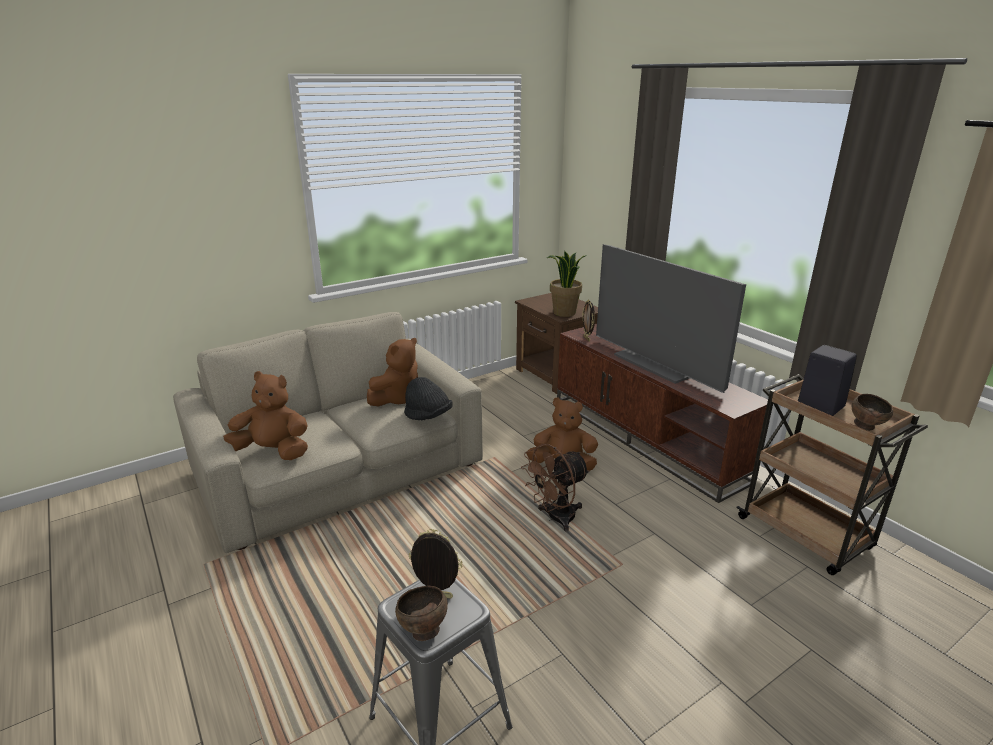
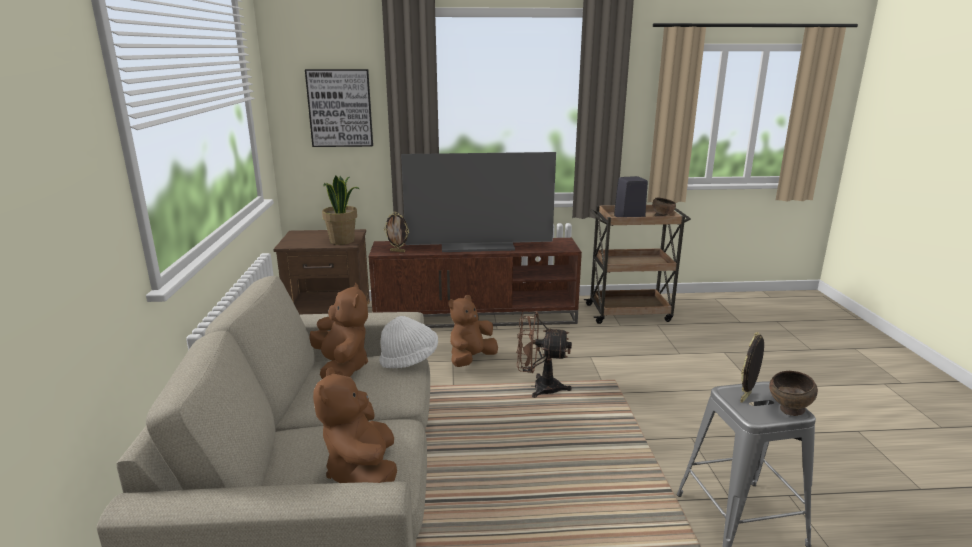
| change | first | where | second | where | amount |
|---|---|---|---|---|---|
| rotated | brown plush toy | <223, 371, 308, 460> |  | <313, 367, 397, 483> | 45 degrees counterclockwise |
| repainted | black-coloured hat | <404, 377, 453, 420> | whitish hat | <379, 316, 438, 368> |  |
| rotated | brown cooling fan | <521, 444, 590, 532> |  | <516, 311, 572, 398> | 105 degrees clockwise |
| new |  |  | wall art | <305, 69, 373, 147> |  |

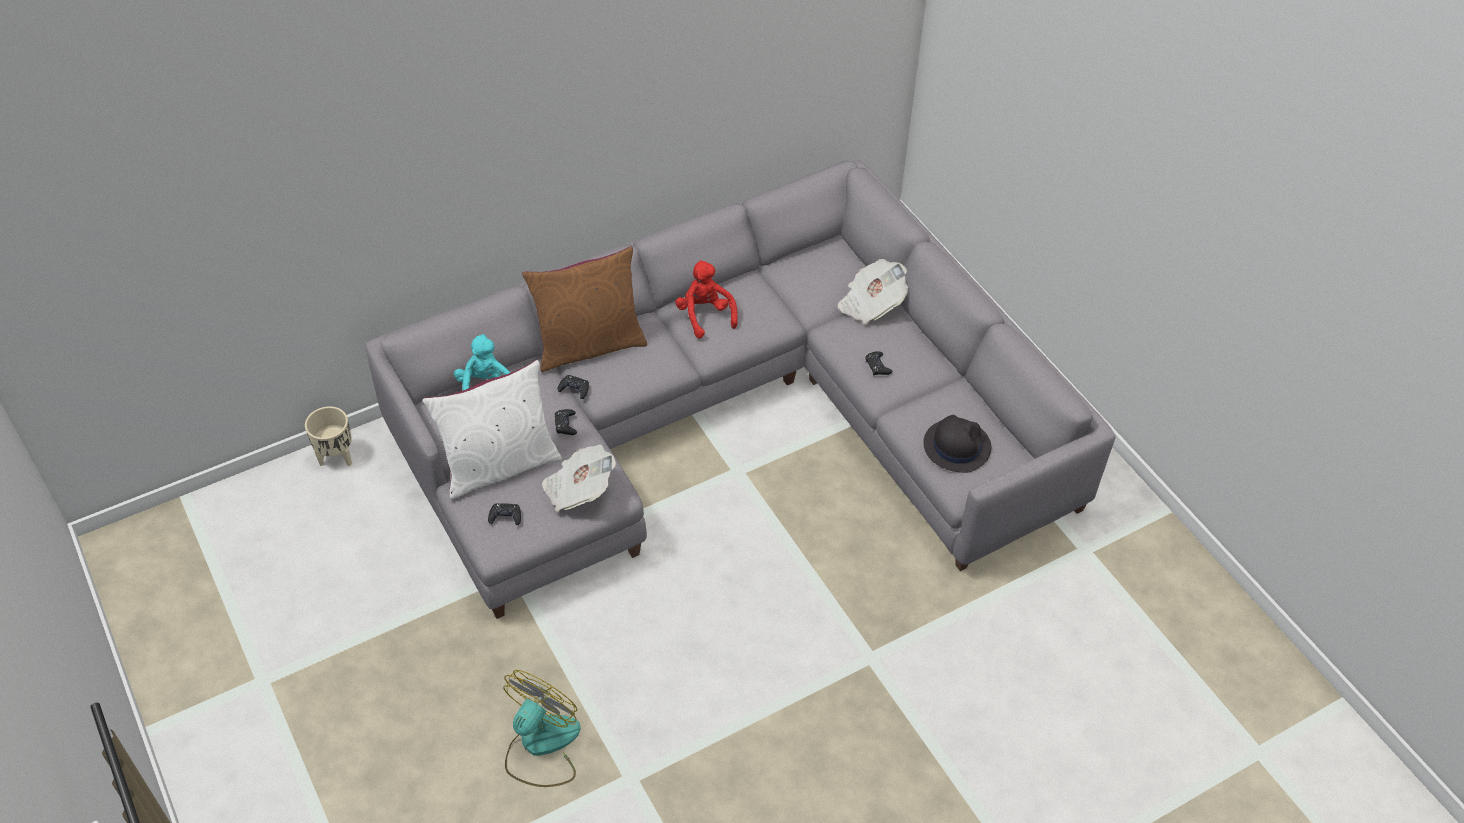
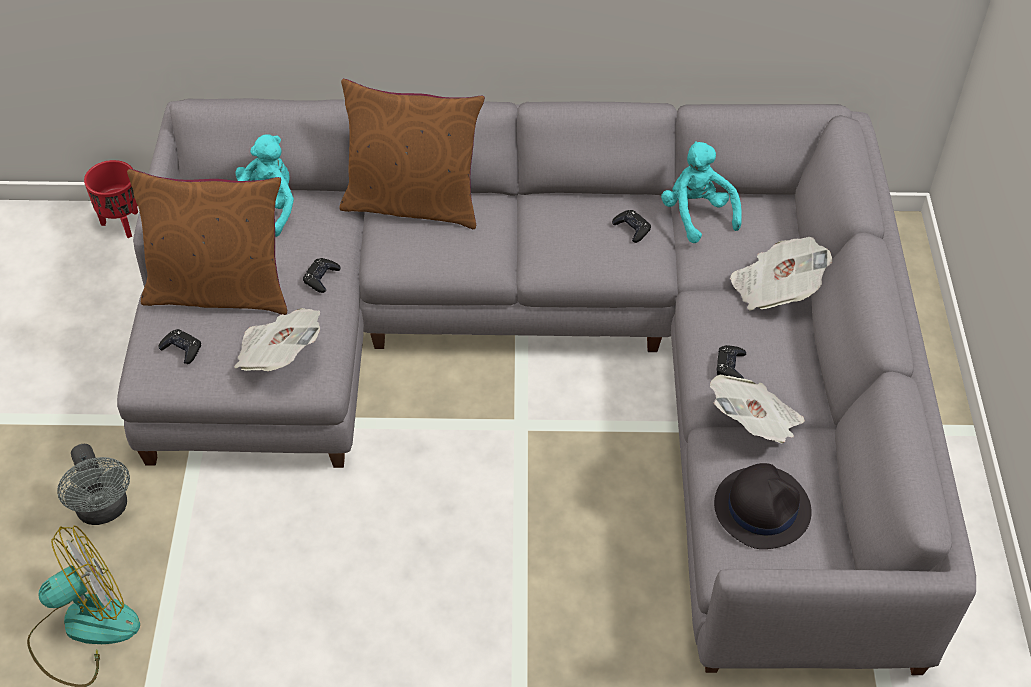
| change | first | where | second | where | amount |
|---|---|---|---|---|---|
| repainted | beige planter | <305, 406, 352, 466> | red-coloured planter | <84, 160, 138, 238> |  |
| repainted | whitish throw pillow | <422, 360, 562, 499> | brown throw pillow | <127, 169, 287, 315> |  |
| shifted | black-coloured joypad | <557, 375, 589, 399> |  | <612, 210, 651, 243> |  |
| gone | red-coloured plush toy | <675, 260, 738, 338> |  |  |  |
| new |  |  | gray cooling fan | <57, 444, 130, 525> |  |
| new |  |  | turquoise-coloured plush toy | <661, 141, 742, 243> |  |
| new |  |  | printed paper | <710, 375, 805, 444> |  |

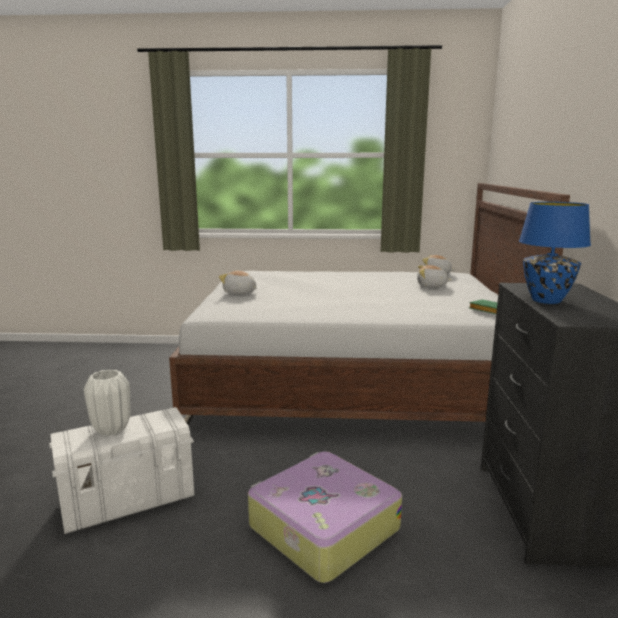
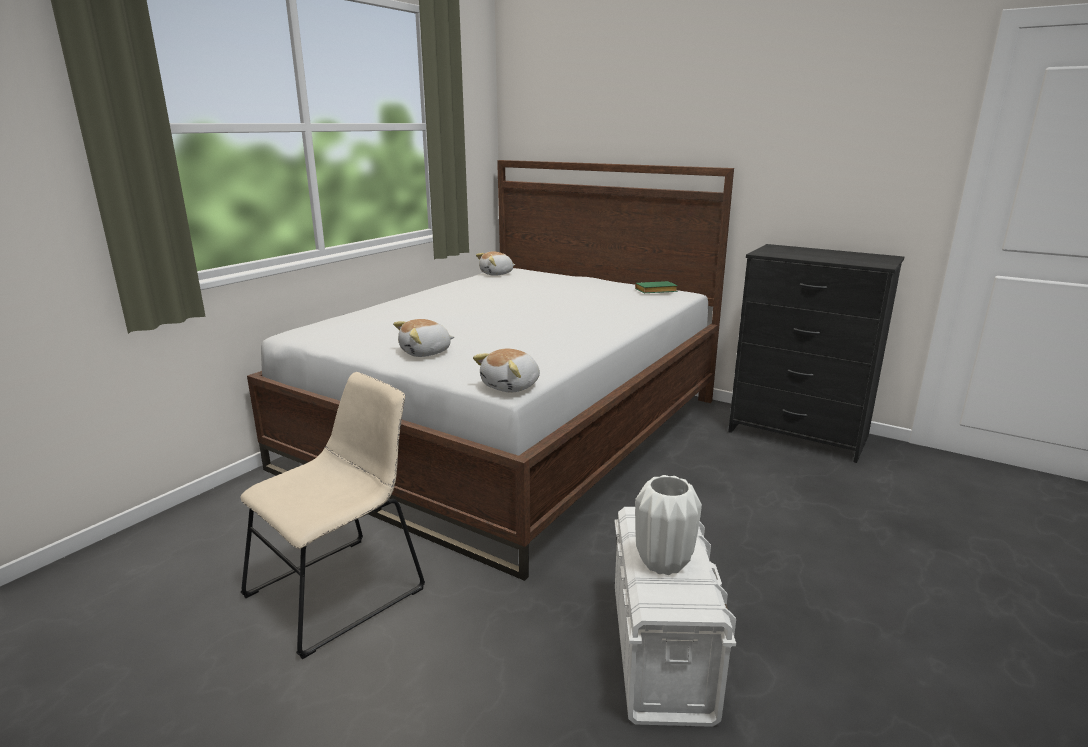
| change | first | where | second | where | amount |
|---|---|---|---|---|---|
| gone | suitcase | <248, 451, 402, 583> |  |  |  |
| shifted | plush toy | <417, 265, 452, 287> |  | <473, 349, 540, 393> |  |
| gone | bluish lamp for a table | <519, 202, 591, 304> |  |  |  |
| new |  |  | beige upright chair | <240, 372, 425, 659> |  |

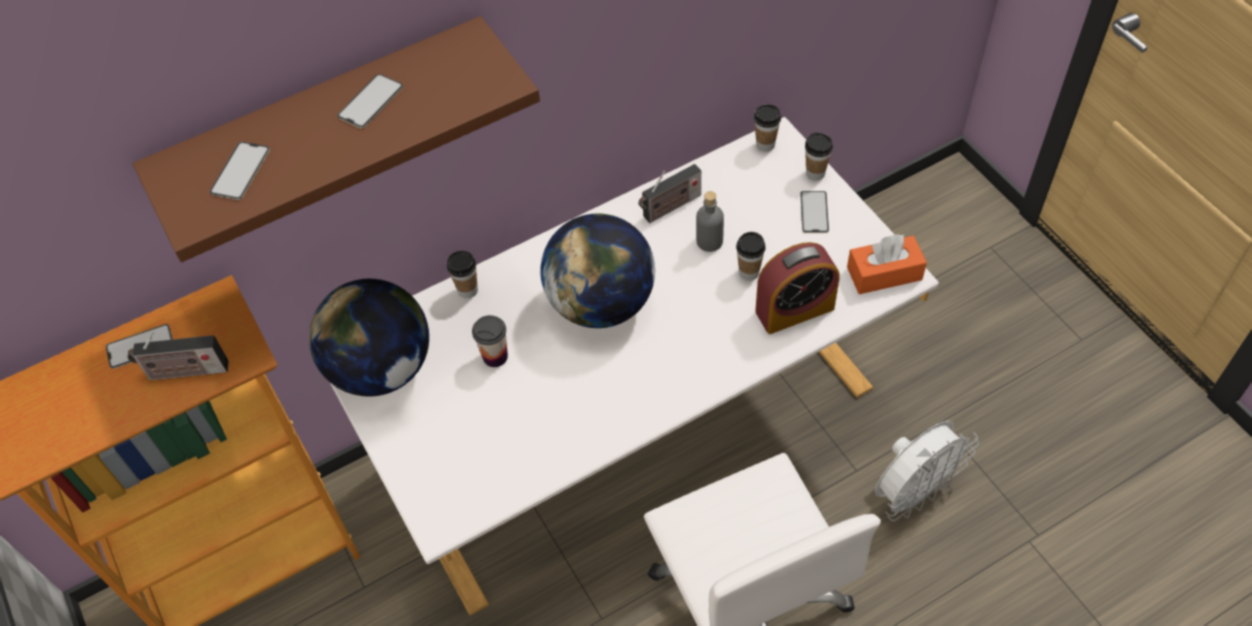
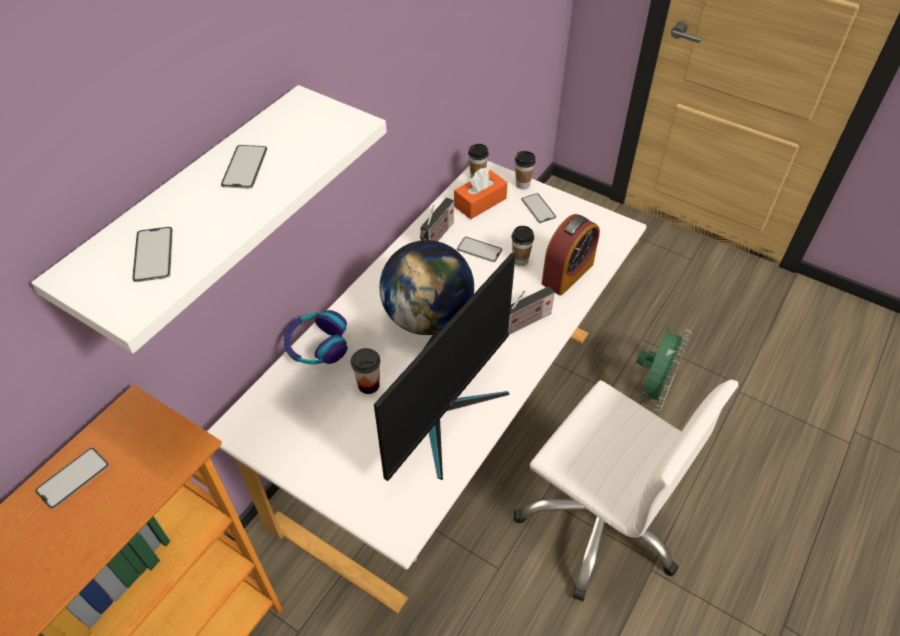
| change | first | where | second | where | amount |
|---|---|---|---|---|---|
| shifted | radio | <127, 331, 229, 380> |  | <508, 286, 555, 335> |  |
| repainted | brown shelf | <133, 16, 540, 262> | whitish shelf | <31, 85, 387, 353> |  |
| gone | desk globe | <309, 279, 429, 397> |  |  |  |
| swapped | small cup | <447, 251, 478, 299> | headphones | <284, 310, 347, 364> |  |
| swapped | gray bottle | <696, 191, 724, 252> | phone | <457, 237, 502, 262> |  |
| shifted | orange-coloured box of tissues | <847, 234, 927, 294> |  | <454, 168, 508, 219> |  |
| repainted | whitish cooling fan | <875, 421, 979, 521> | greenish cooling fan | <636, 327, 691, 411> |  |
| new |  |  | computer display | <374, 253, 515, 481> |  |

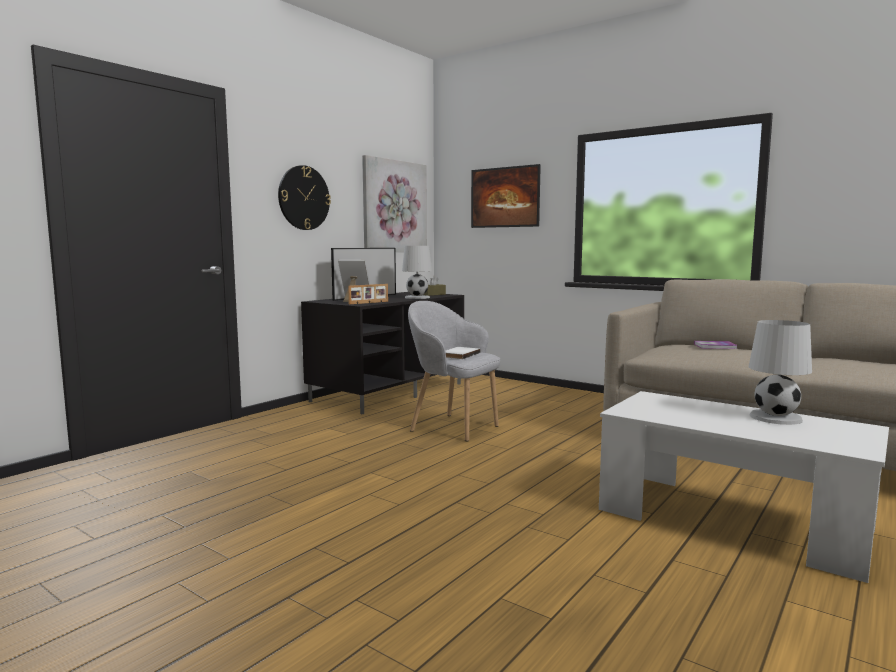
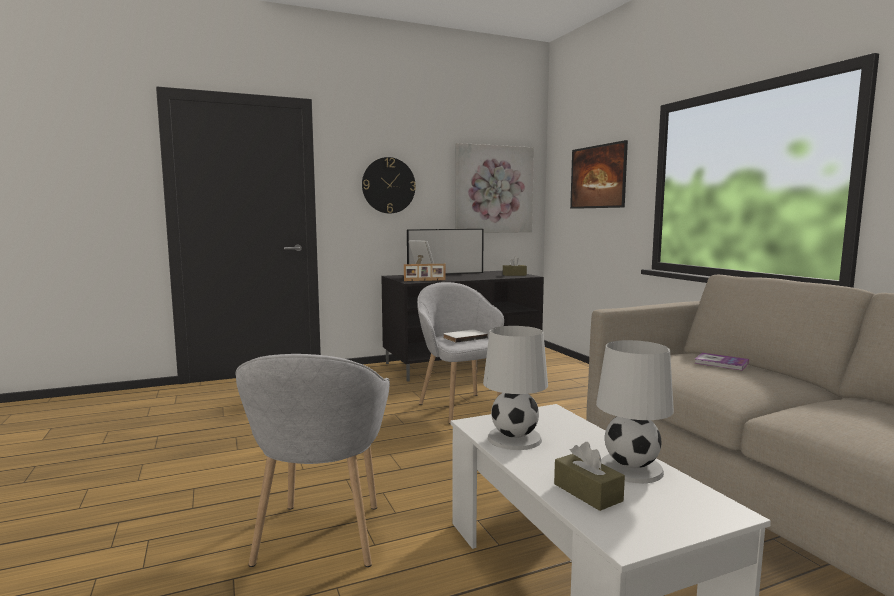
| change | first | where | second | where | amount |
|---|---|---|---|---|---|
| shifted | whitish lamp for a table | <402, 246, 432, 299> |  | <483, 326, 548, 450> |  |
| new |  |  | gray easy chair | <236, 354, 390, 567> |  |
| new |  |  | brown box of tissues | <554, 442, 625, 511> |  |

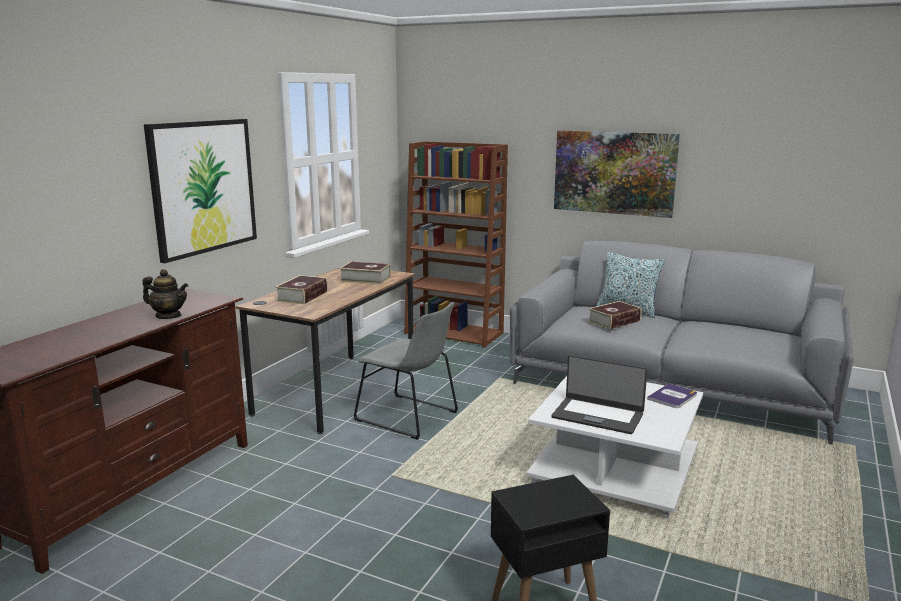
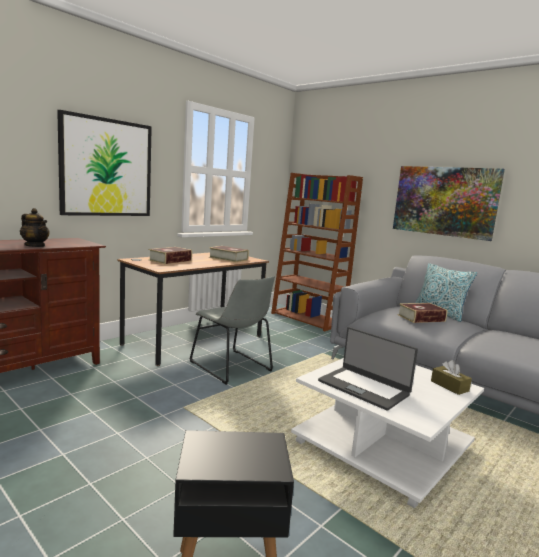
| change | first | where | second | where | amount |
|---|---|---|---|---|---|
| swapped | volume | <647, 383, 697, 408> | brown box of tissues | <431, 360, 472, 395> |  |

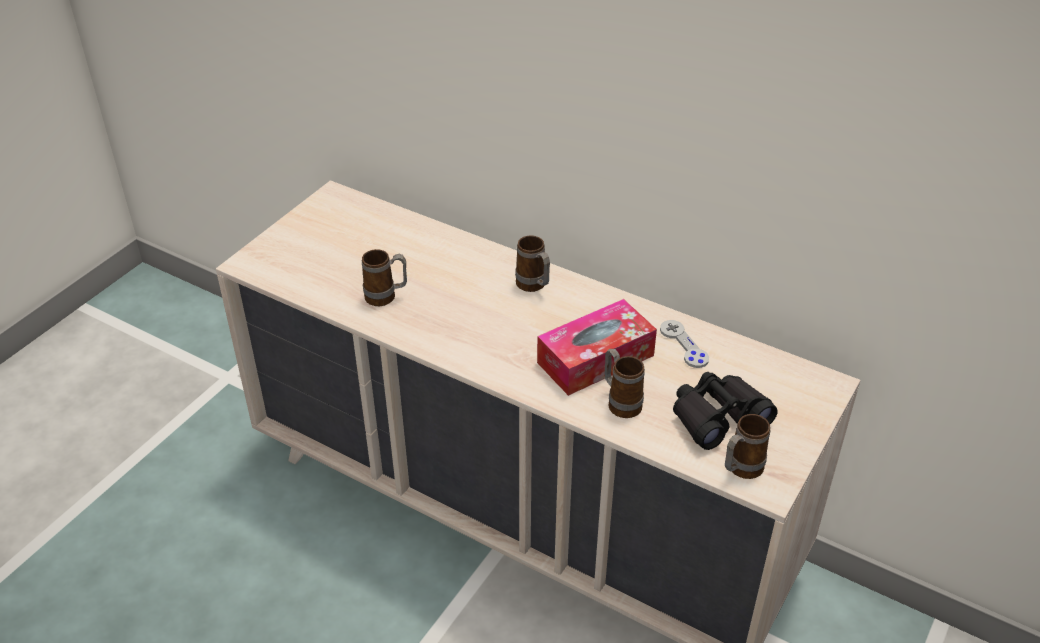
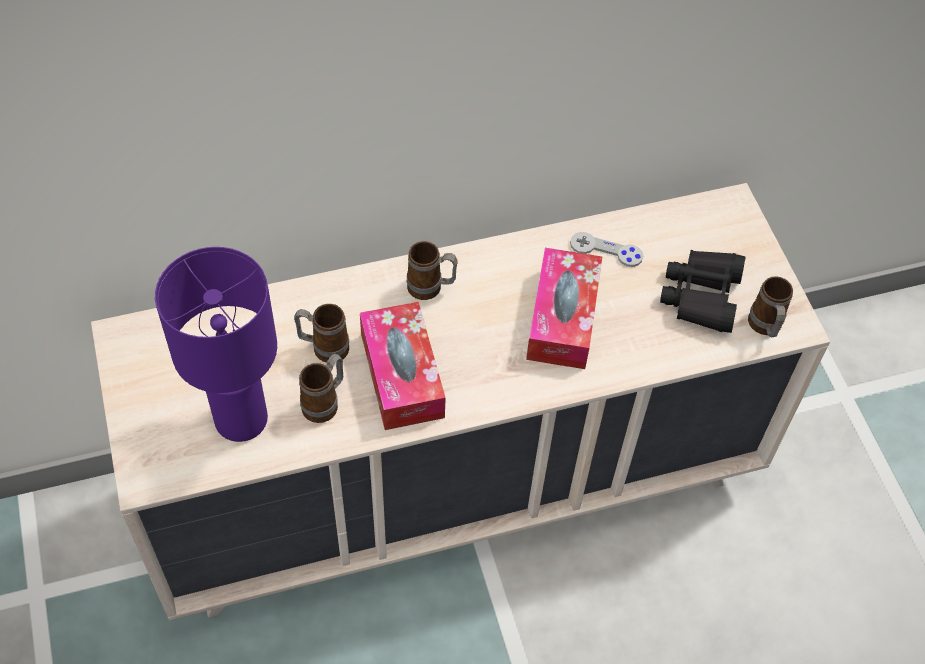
| change | first | where | second | where | amount |
|---|---|---|---|---|---|
| shifted | coffee mug | <604, 349, 645, 418> |  | <294, 304, 349, 363> |  |
| new |  |  | purple lamp for a table | <155, 247, 277, 442> |  |
| new |  |  | box of tissues | <360, 302, 446, 430> |  |

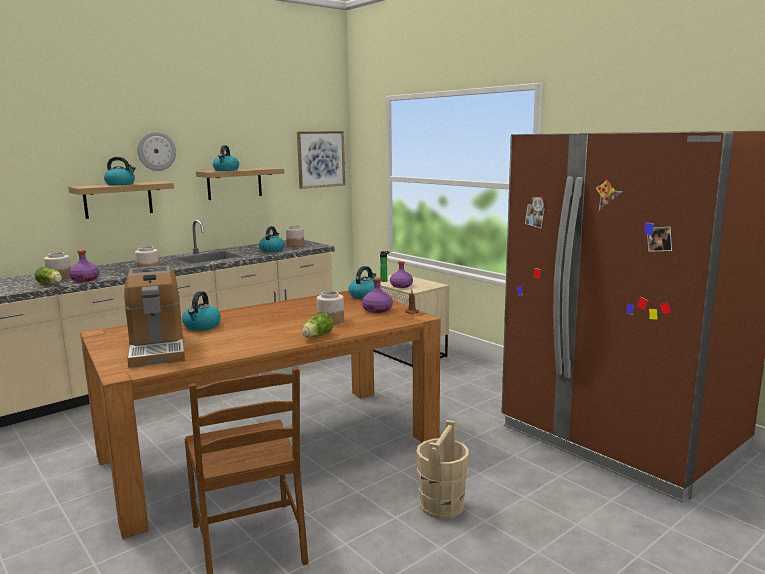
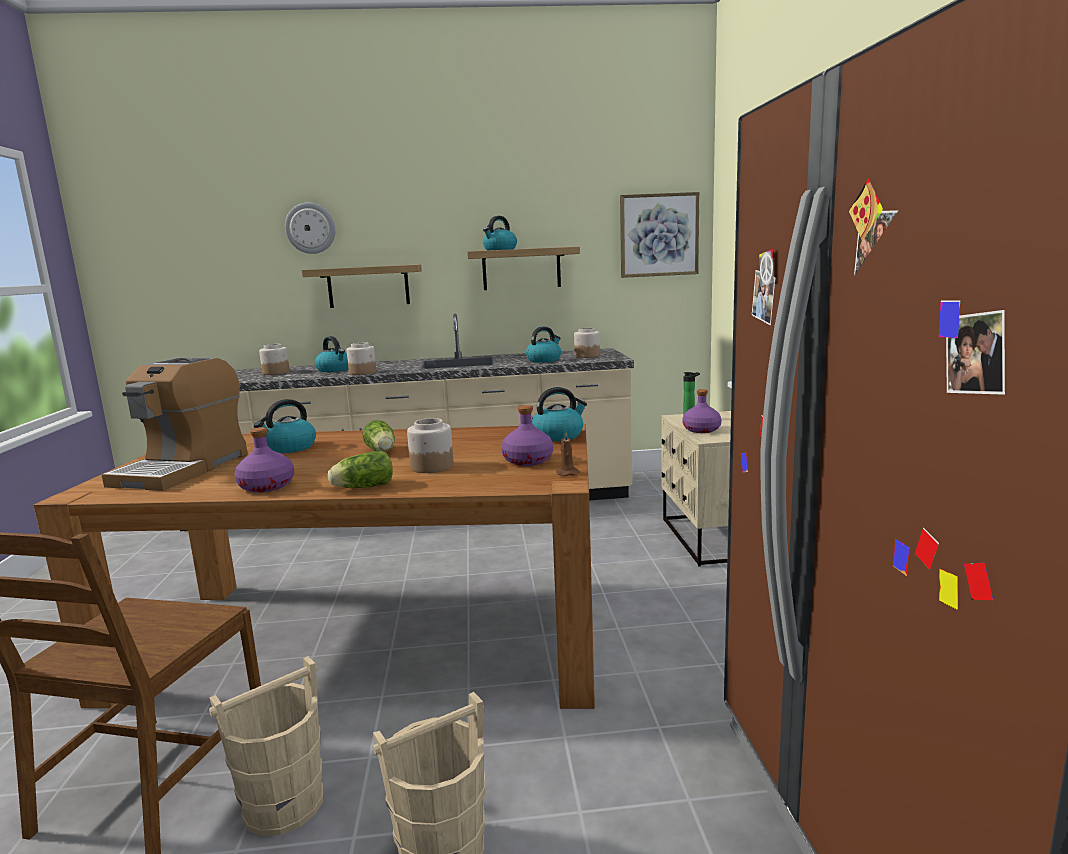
| change | first | where | second | where | amount |
|---|---|---|---|---|---|
| shifted | lettuce head | <35, 267, 62, 285> |  | <363, 420, 395, 452> |  |
| shifted | purple bottle | <69, 250, 100, 282> |  | <234, 427, 294, 493> |  |
| shifted | tea kettle | <104, 157, 136, 185> |  | <315, 336, 349, 372> |  |
| shifted | wall clock | <137, 131, 176, 171> |  | <285, 202, 336, 254> |  |
| new |  |  | beige bucket | <209, 656, 323, 836> |  |

